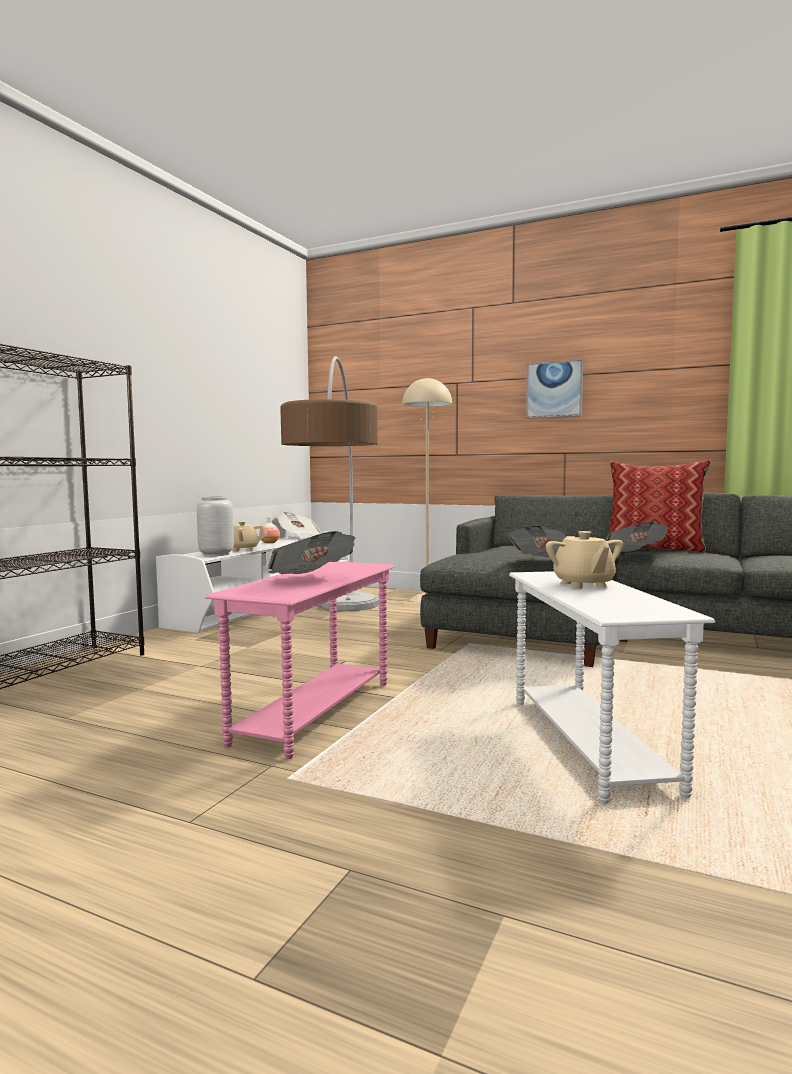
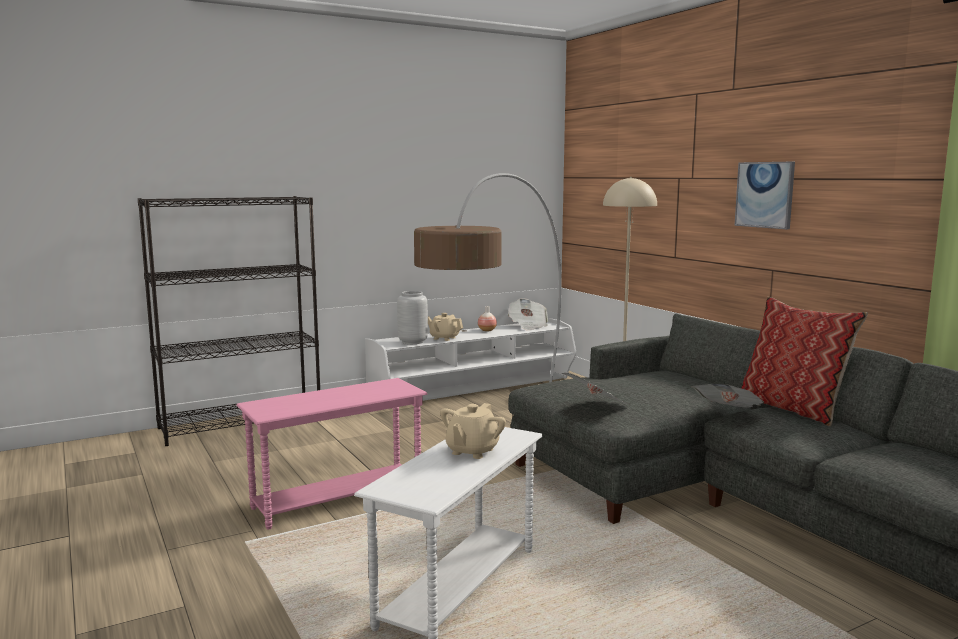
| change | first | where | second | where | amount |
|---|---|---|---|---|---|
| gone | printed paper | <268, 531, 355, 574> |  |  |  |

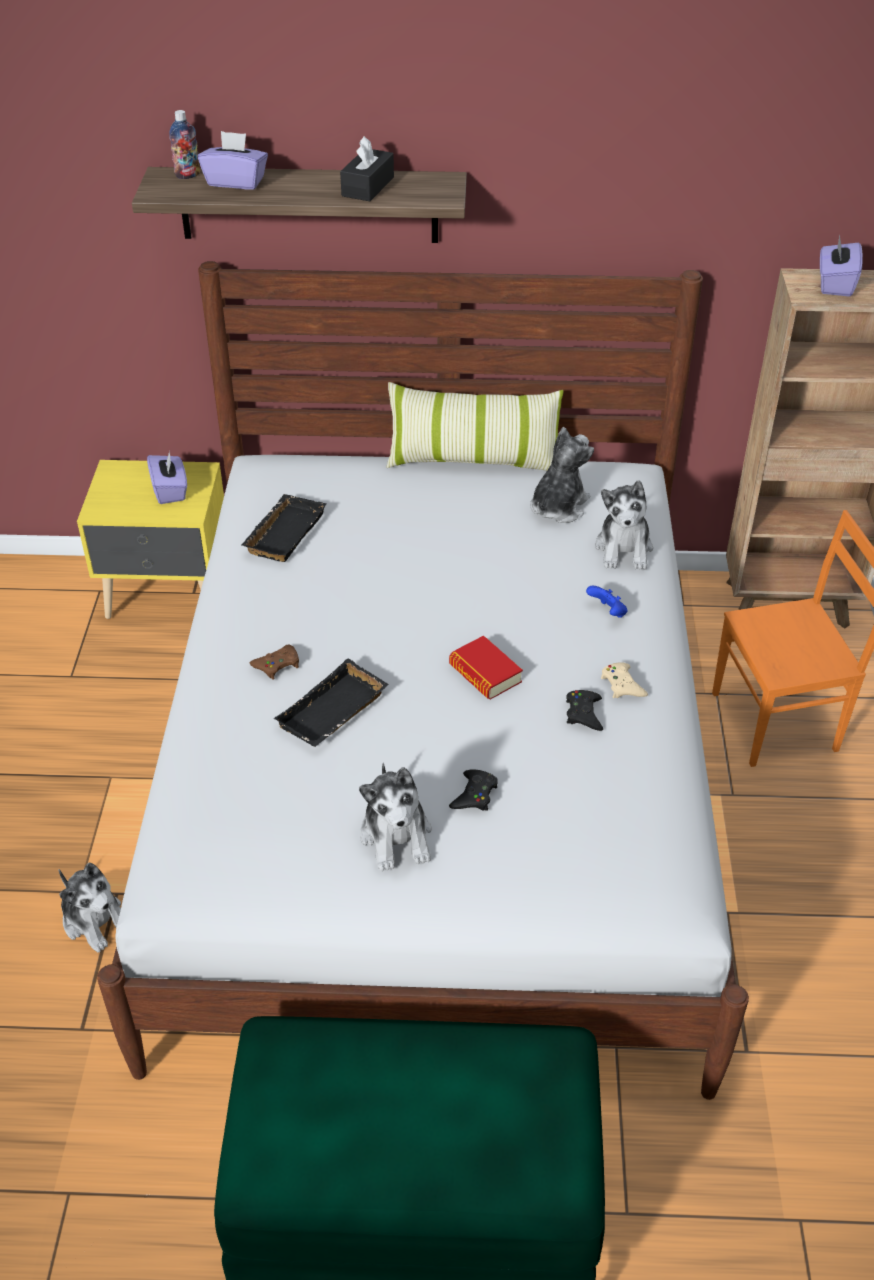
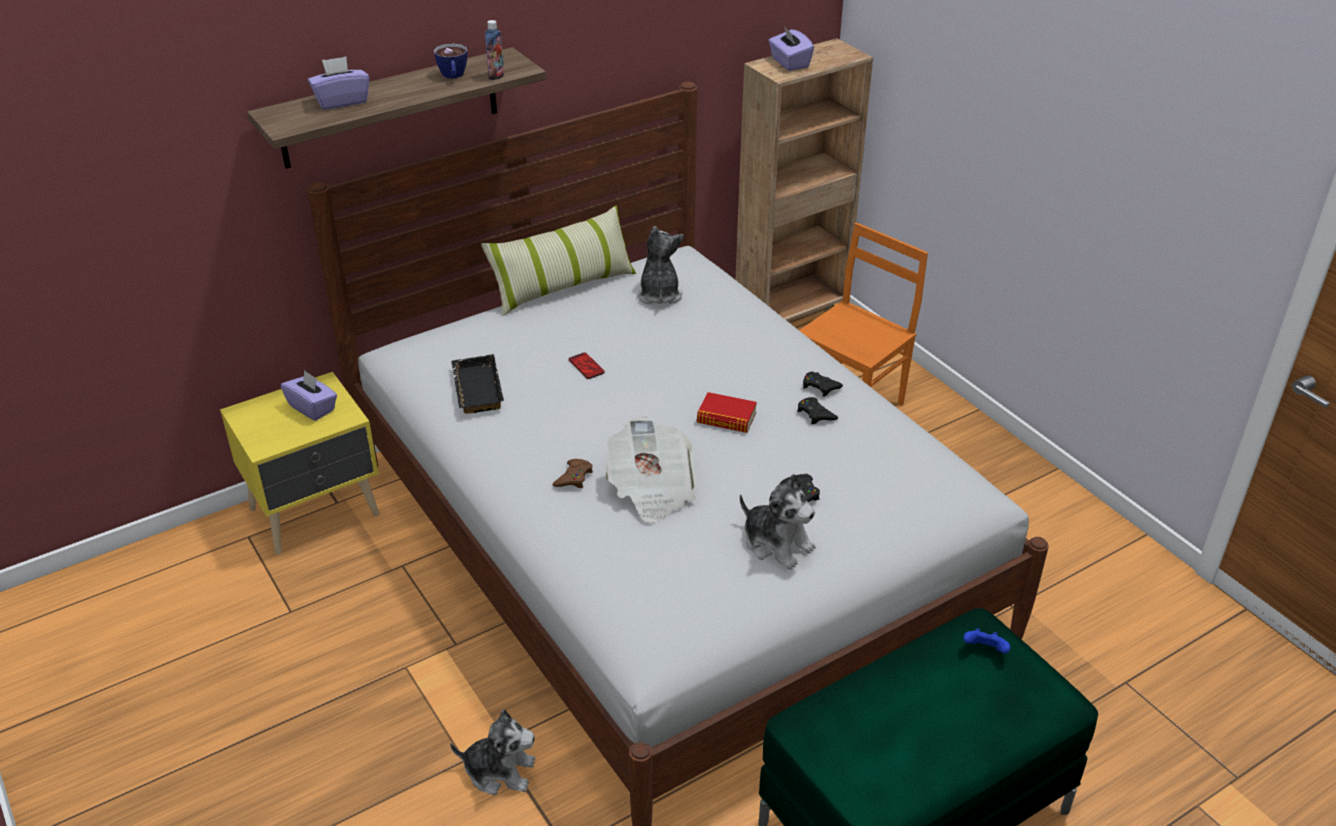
| change | first | where | second | where | amount |
|---|---|---|---|---|---|
| shifted | bottle | <169, 110, 200, 179> |  | <485, 20, 504, 80> |  |
| swapped | black-coloured carrying tray | <274, 658, 389, 747> | printed paper | <605, 417, 696, 523> |  |
| swapped | black-coloured box of tissues | <340, 136, 394, 201> | small cup | <434, 44, 467, 79> |  |
| shifted | bluish joypad | <586, 586, 628, 618> |  | <963, 628, 1010, 654> |  |
| gone | plush toy | <595, 480, 653, 570> |  |  |  |
| repainted | beige joypad | <601, 662, 648, 698> | black-coloured joypad | <803, 372, 843, 397> |  |
| new |  |  | phone | <569, 352, 605, 379> |  |

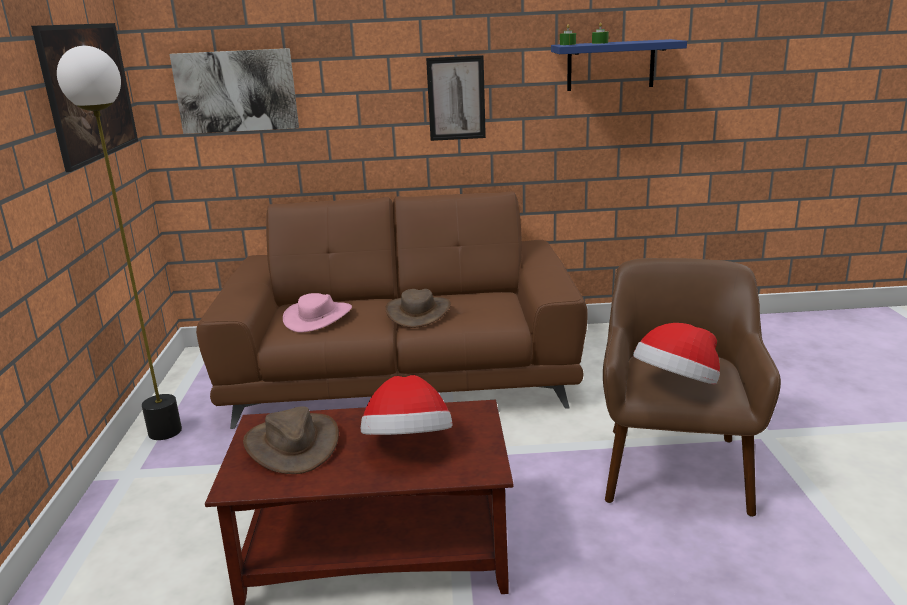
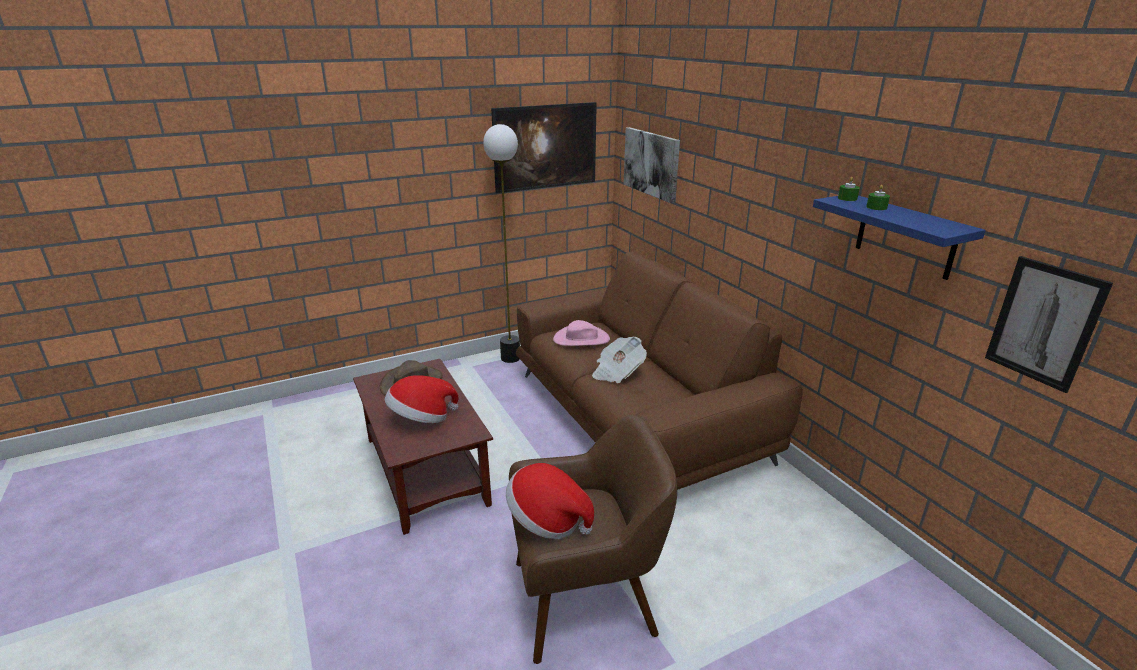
| change | first | where | second | where | amount |
|---|---|---|---|---|---|
| swapped | brown hat | <385, 289, 451, 328> | printed paper | <592, 337, 647, 383> |  |
| shifted | wall art | <426, 55, 486, 141> |  | <985, 256, 1113, 393> |  |

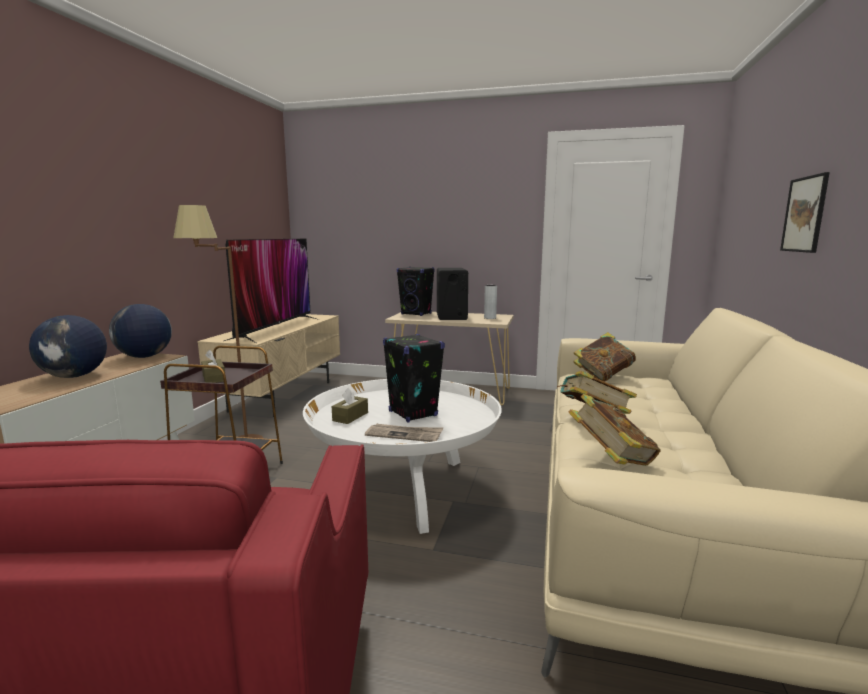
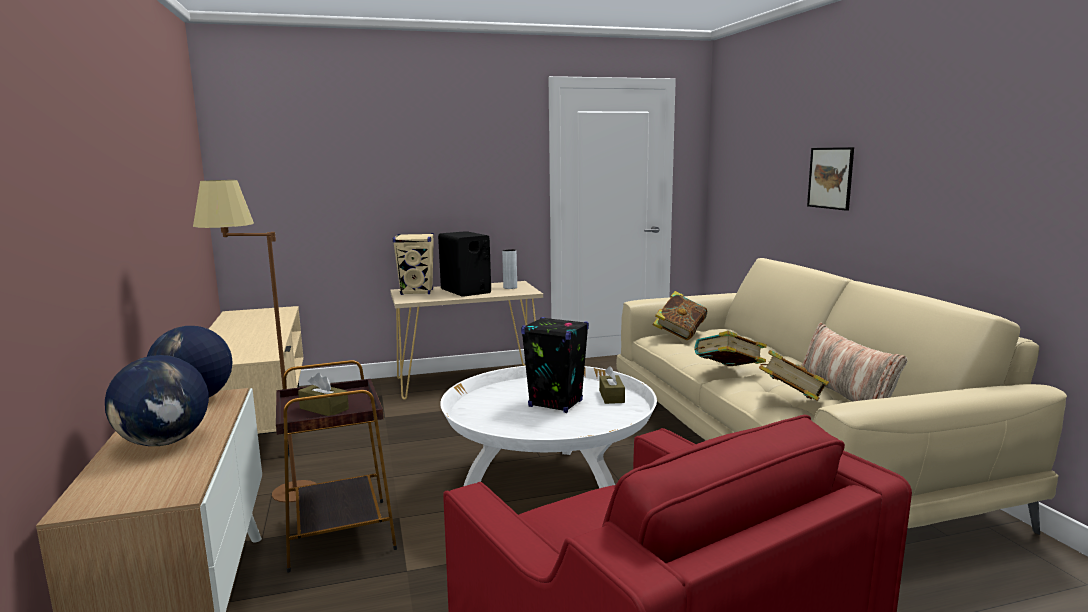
| change | first | where | second | where | amount |
|---|---|---|---|---|---|
| gone | TV set | <224, 239, 319, 343> |  |  |  |
| shifted | brown box of tissues | <332, 387, 368, 424> |  | <599, 366, 625, 404> |  |
| gone | printed paper | <365, 424, 443, 442> |  |  |  |
| repainted | black-coloured speaker | <397, 267, 435, 316> | beige speaker | <393, 233, 434, 295> |  |
| new |  |  | throw pillow | <801, 323, 907, 402> |  |

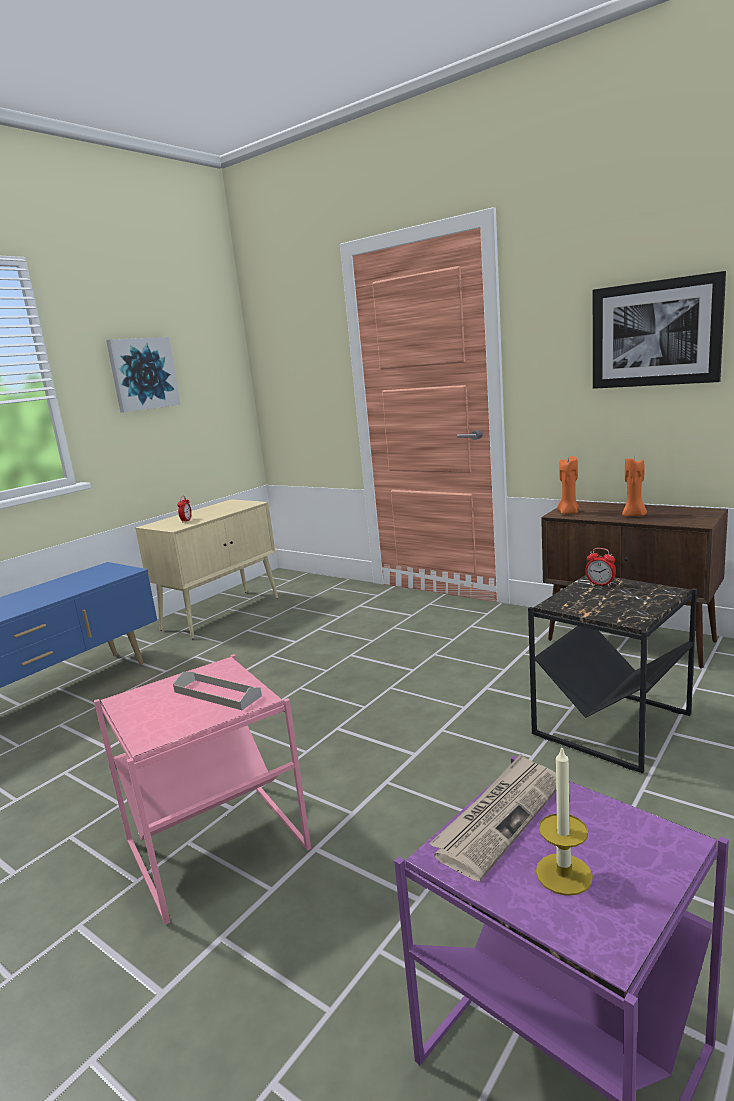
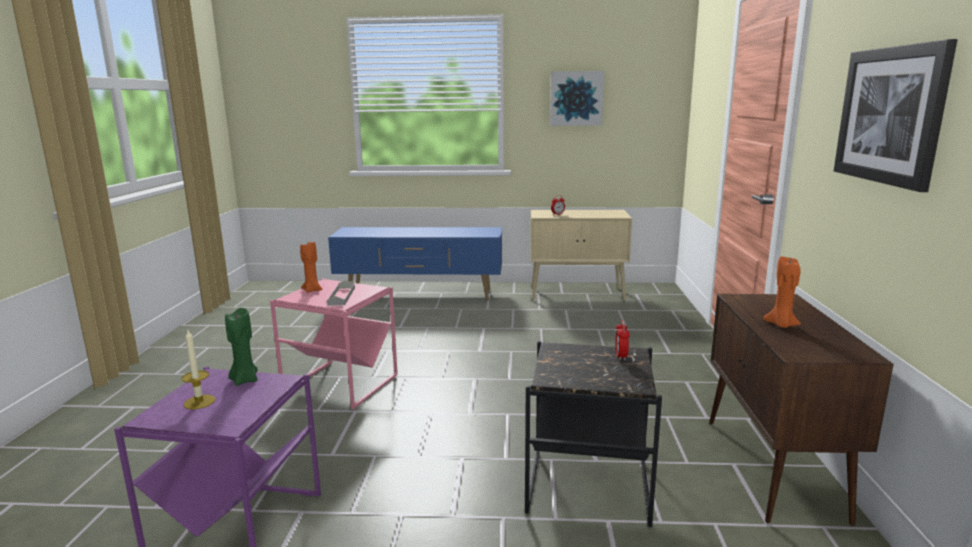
| change | first | where | second | where | amount |
|---|---|---|---|---|---|
| swapped | printed paper | <429, 754, 556, 881> | greenish wax light | <225, 308, 258, 386> |  |
| shifted | orange-coloured wax light | <557, 456, 579, 514> |  | <300, 241, 322, 293> |  |

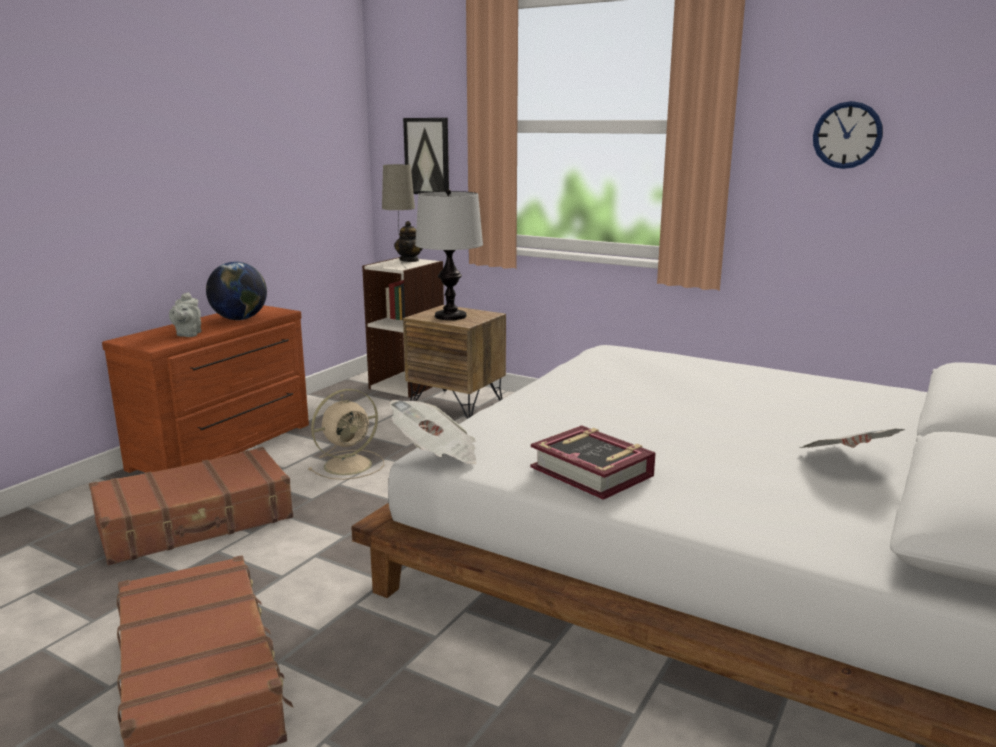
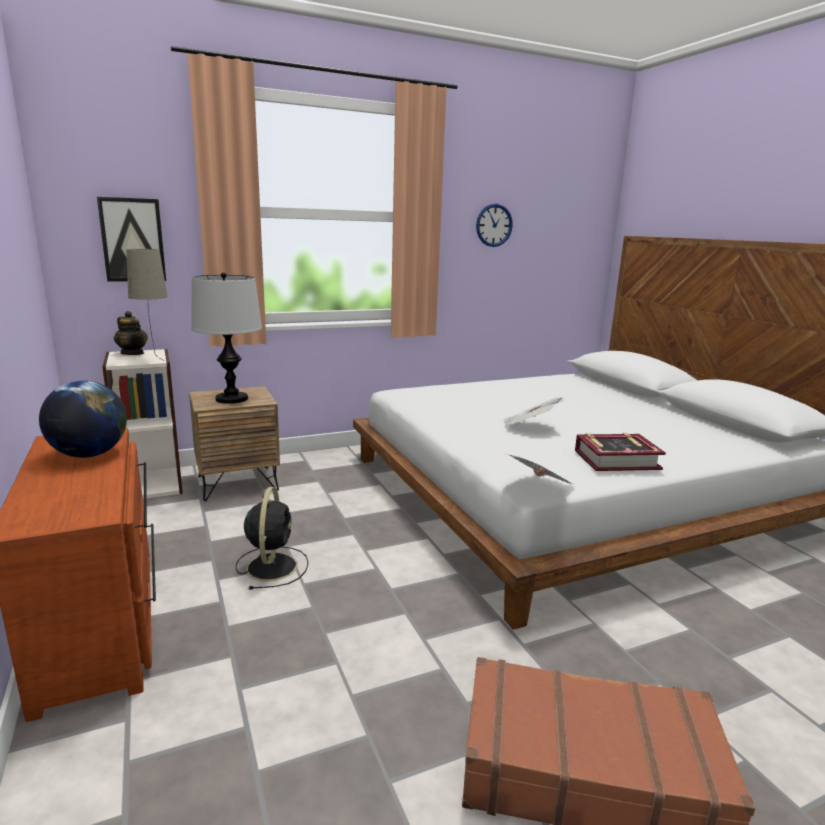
| change | first | where | second | where | amount |
|---|---|---|---|---|---|
| gone | brown suitcase | <89, 447, 293, 565> |  |  |  |
| gone | gray tea pot | <169, 292, 201, 337> |  |  |  |
| repainted | beige cooling fan | <308, 389, 384, 480> | black-coloured cooling fan | <236, 487, 309, 590> |  |
| shifted | printed paper | <799, 429, 905, 448> |  | <503, 397, 563, 427> |  |

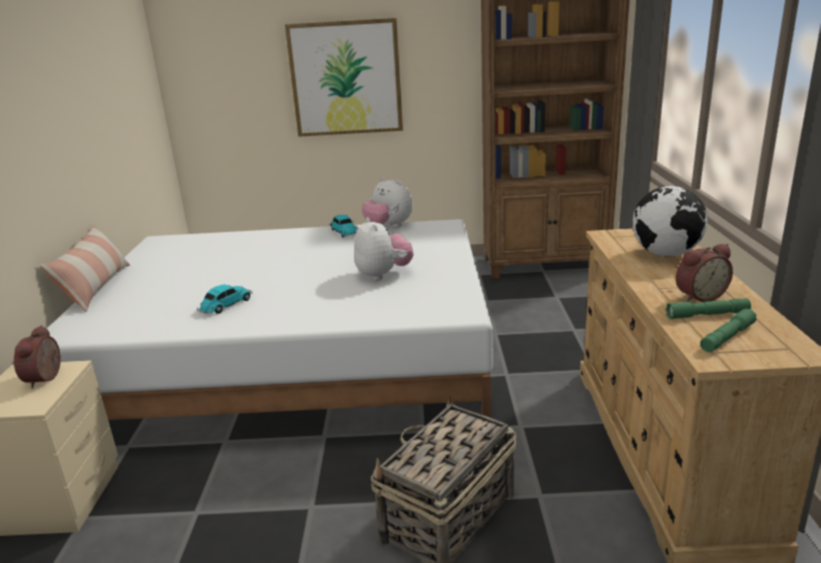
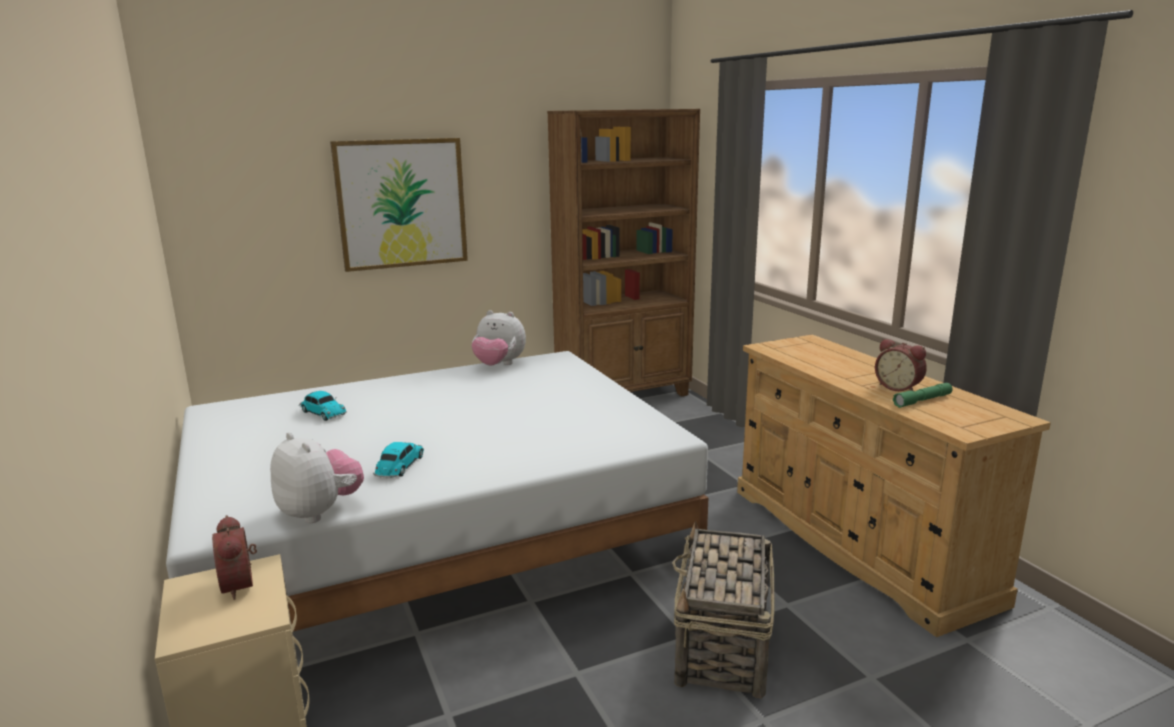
| change | first | where | second | where | amount |
|---|---|---|---|---|---|
| gone | throw pillow | <40, 225, 130, 312> |  |  |  |
| shifted | model car | <329, 215, 358, 237> |  | <299, 391, 347, 421> |  |
| shifted | plush toy | <354, 217, 414, 281> |  | <270, 432, 364, 523> |  |
| gone | desk globe | <633, 186, 708, 257> |  |  |  |
| rotated | table clock | <676, 244, 733, 302> |  | <875, 338, 927, 391> | 90 degrees clockwise |
| gone | greenish torch | <700, 308, 757, 352> |  |  |  |

